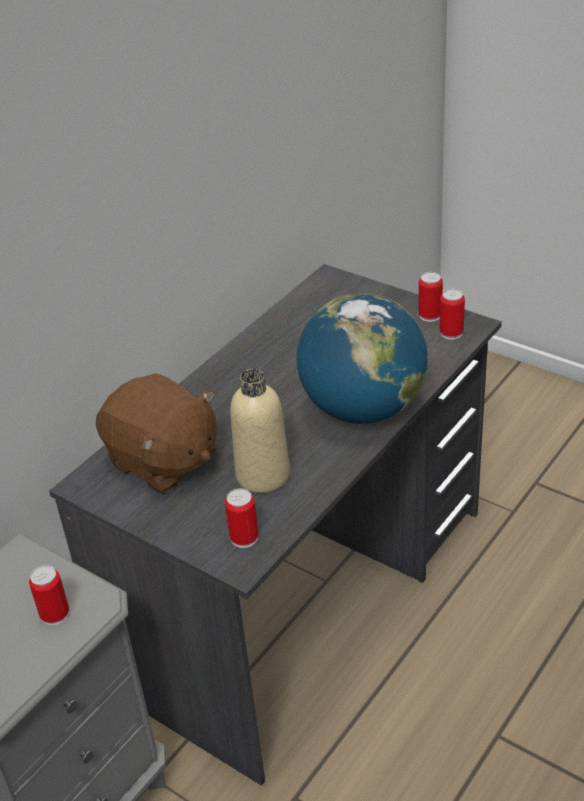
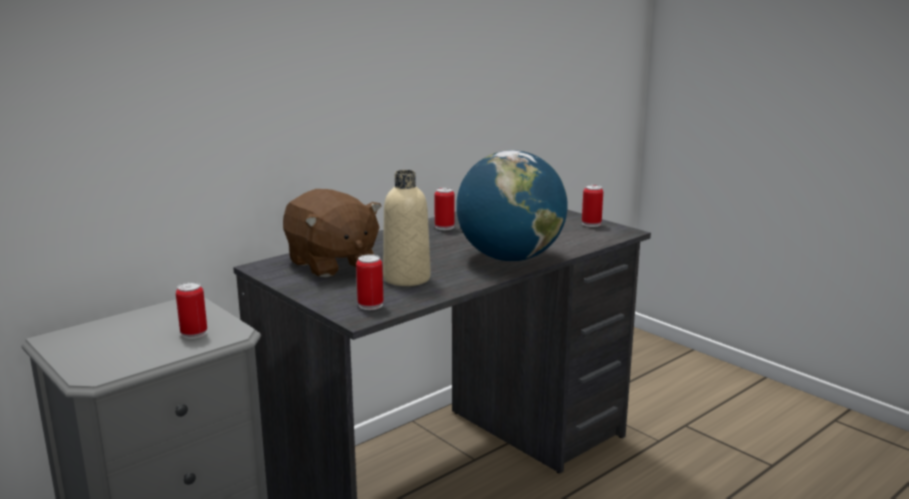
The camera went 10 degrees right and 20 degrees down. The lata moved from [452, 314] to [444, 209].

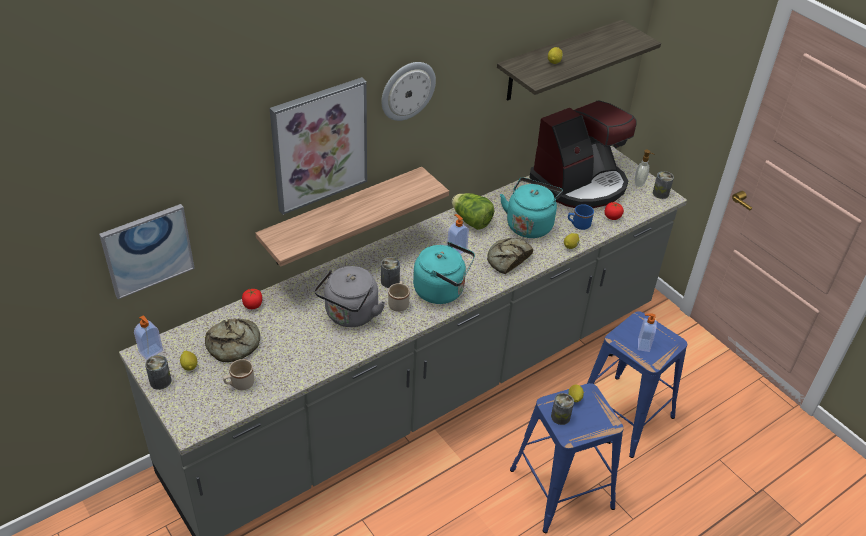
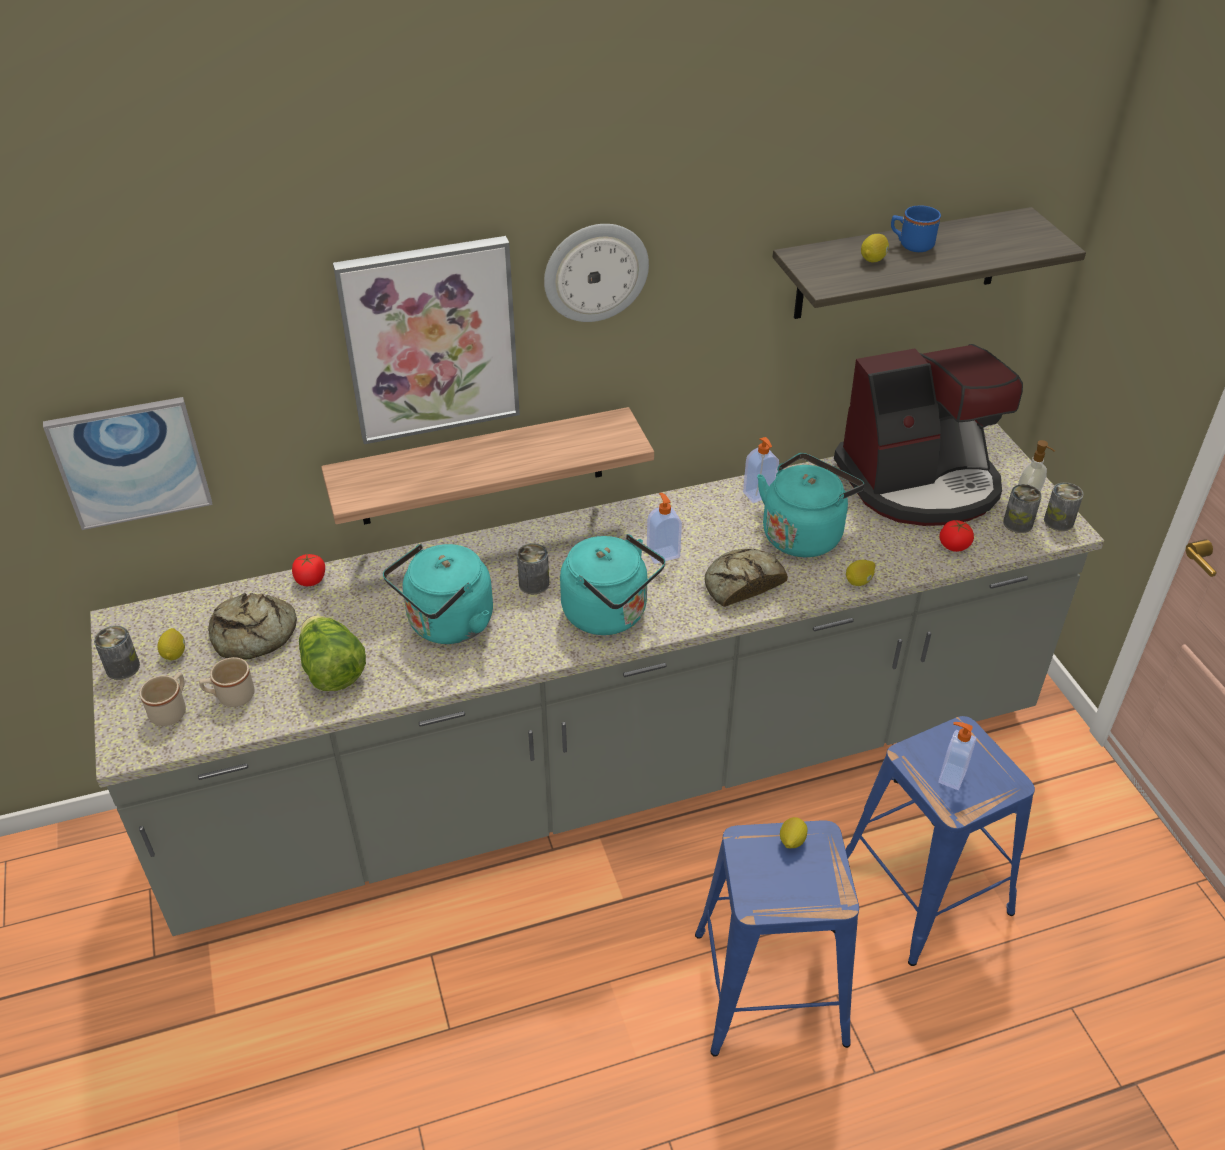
The camera went 20 degrees right and 0 degrees up. The dispensador de jabón moved from [148, 337] to [761, 470]. The taza grande [beis] moved from [399, 296] to [162, 699]. The lechuga moved from [473, 211] to [332, 653]. The lata moved from [562, 409] to [1022, 508]. The taza grande [azul] moved from [581, 217] to [916, 229]. The hervidor [gris] at [350, 296] became the hervidor [turquesa] at [438, 594].

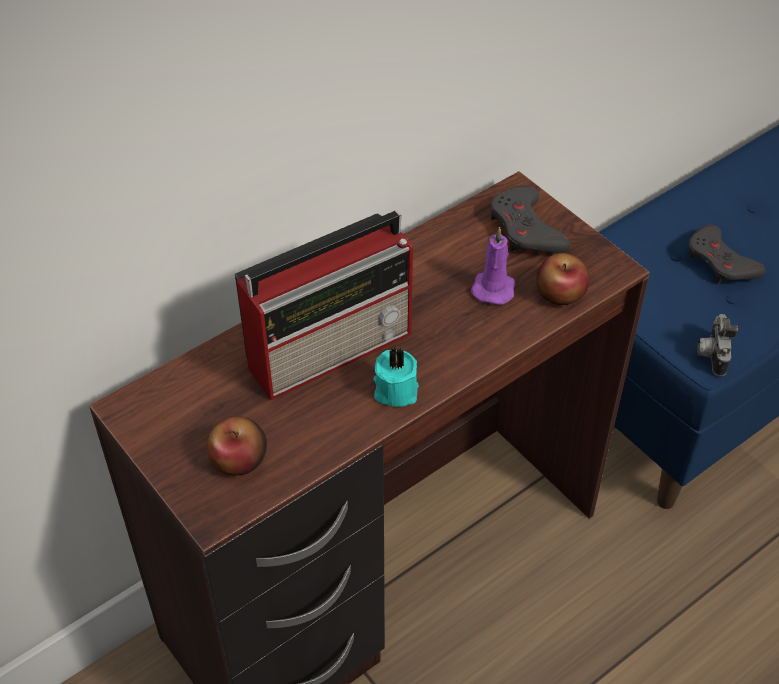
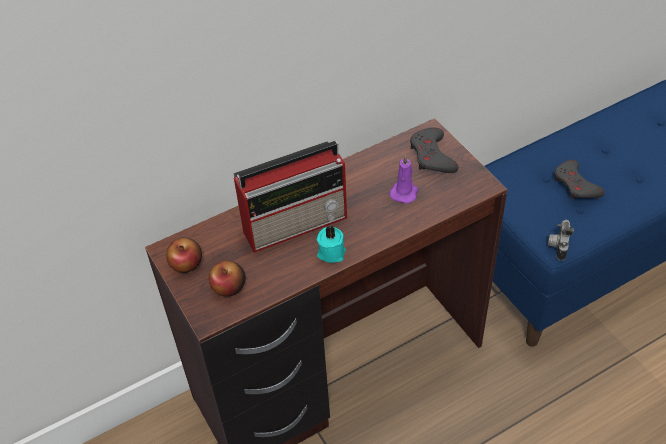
The camera went 10 degrees right and 0 degrees up. The manzana moved from [563, 279] to [184, 255].

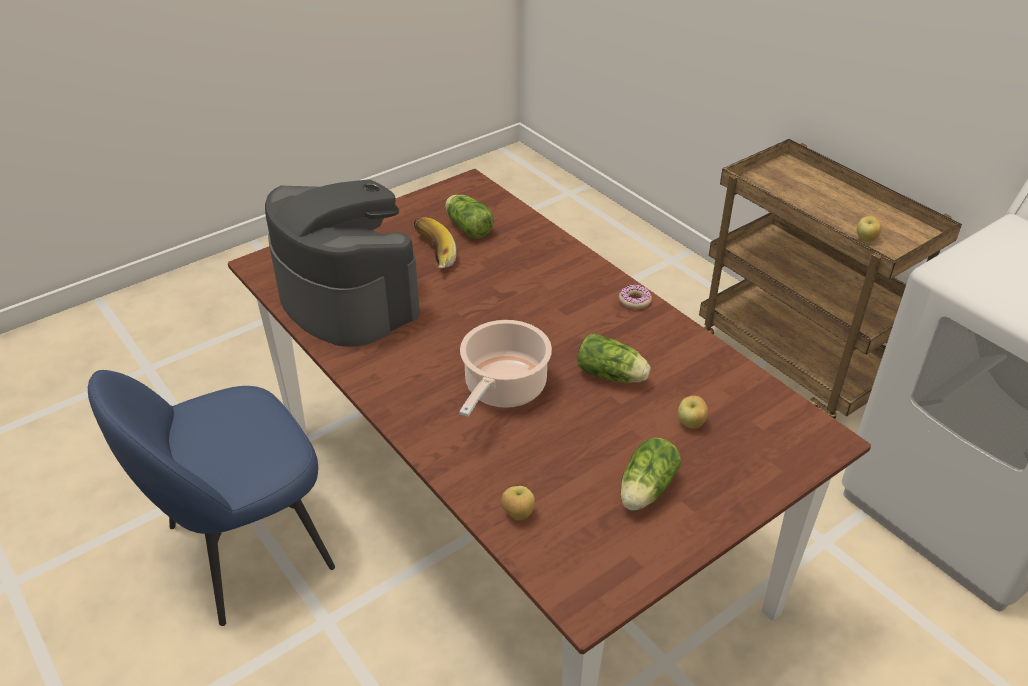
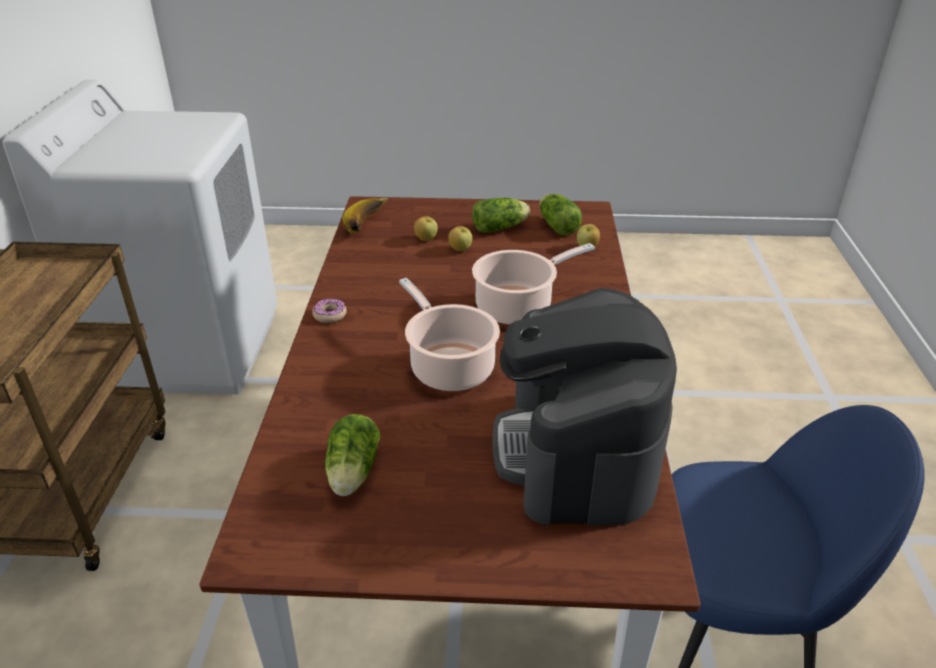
The camera went 140 degrees left and 5 degrees down. The olla at [449, 334] appeared. The plátano moved from [435, 243] to [365, 215]. The lechuga moved from [614, 358] to [561, 214]. The manzana moved from [869, 229] to [460, 238].

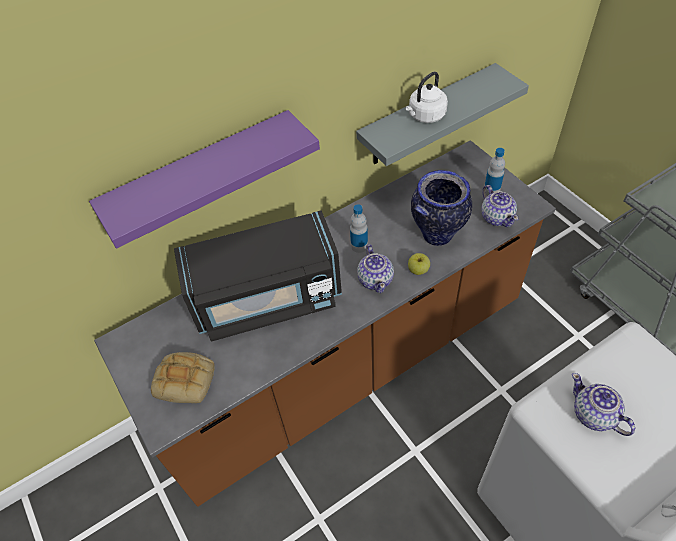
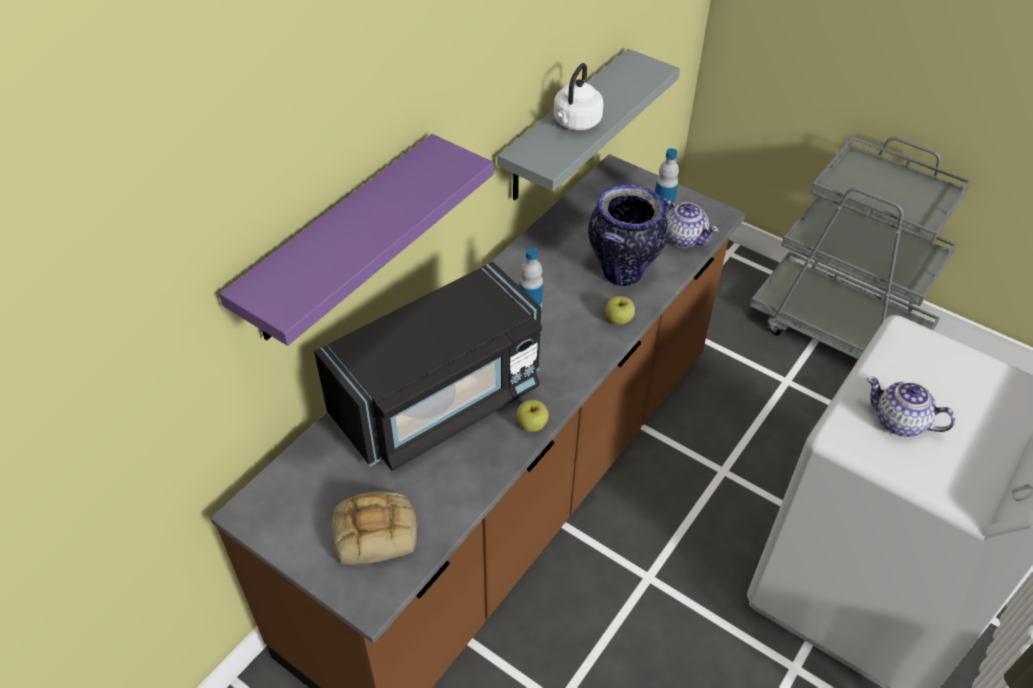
The camera went 25 degrees left and 5 degrees down. The tetera at [375, 268] disappeared. The manzana at [533, 416] appeared.

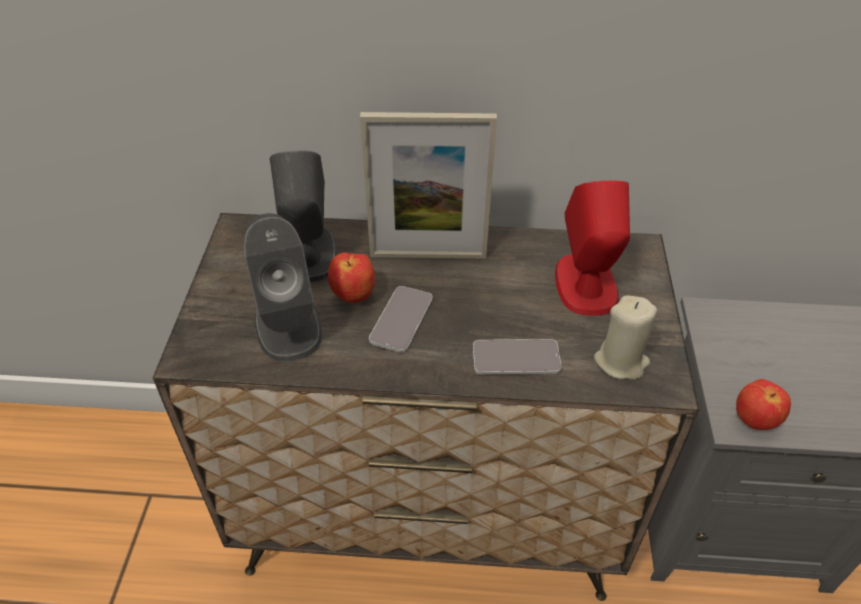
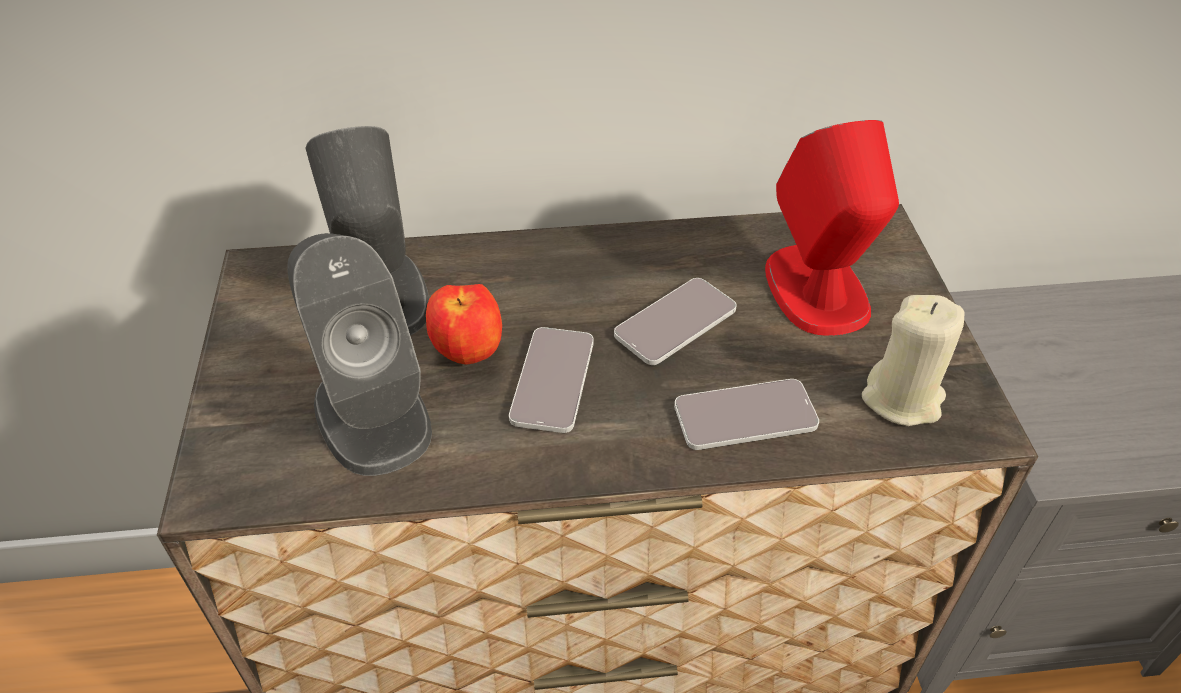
The camera went 10 degrees left and 0 degrees up. The portarretratos at [428, 185] disappeared. The manzana at [763, 404] disappeared. The móvil at [675, 321] appeared.

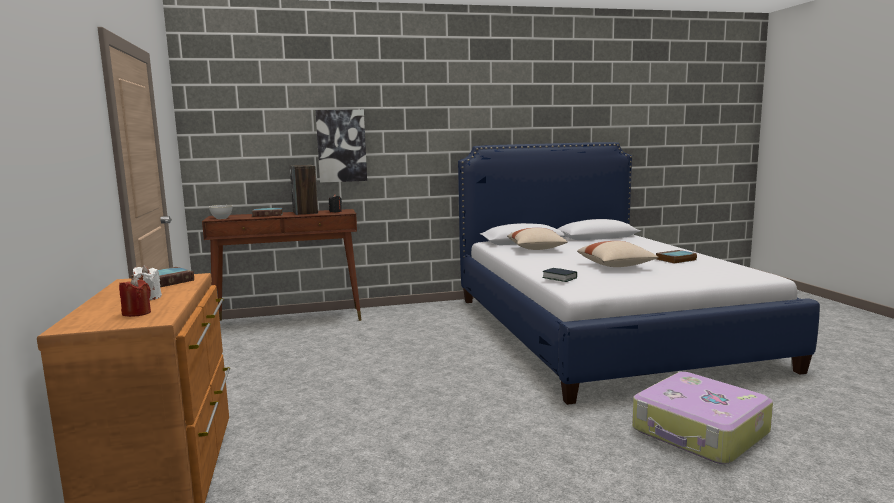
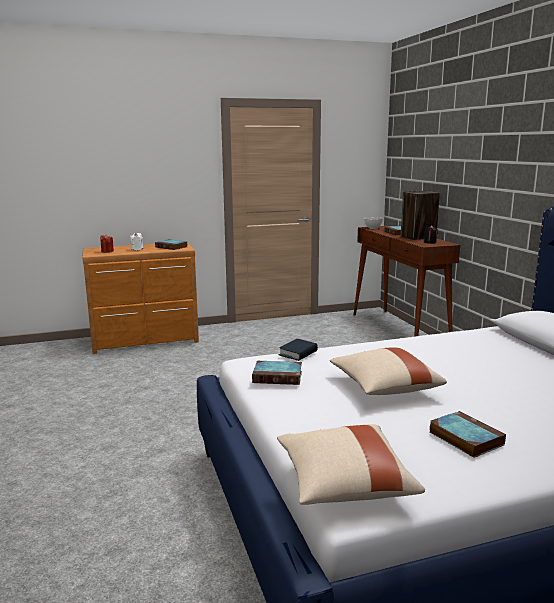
The camera went 85 degrees right and 5 degrees up. The cuadro at [341, 146] disappeared. The maleta at [703, 418] disappeared. The libro at [277, 373] appeared. The cojín [beis] moved from [537, 239] to [351, 464].

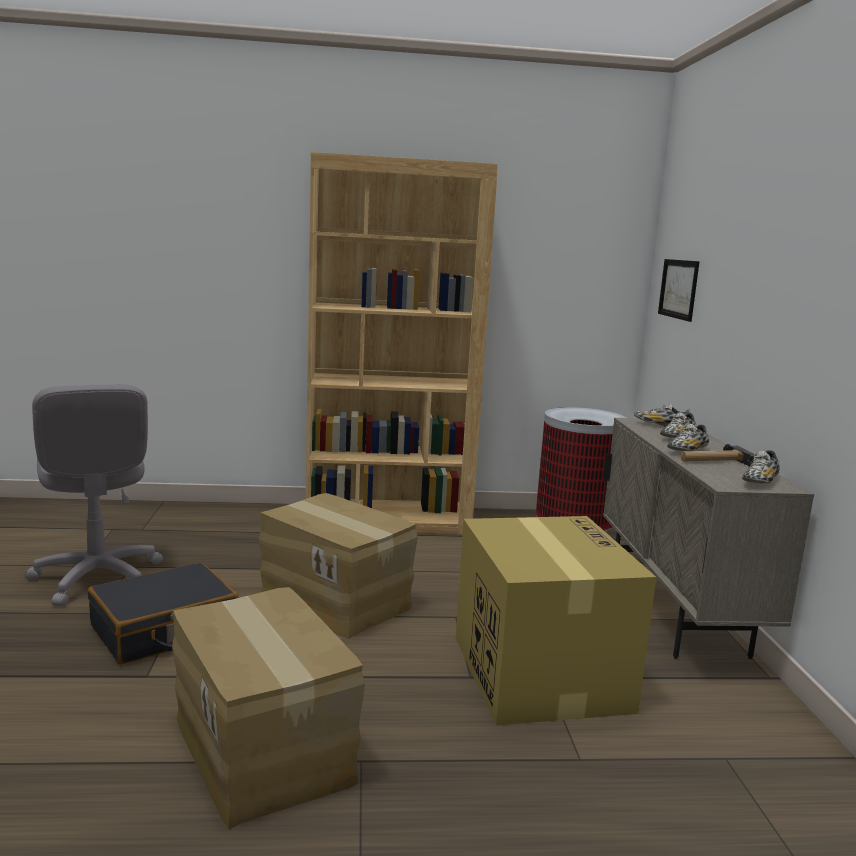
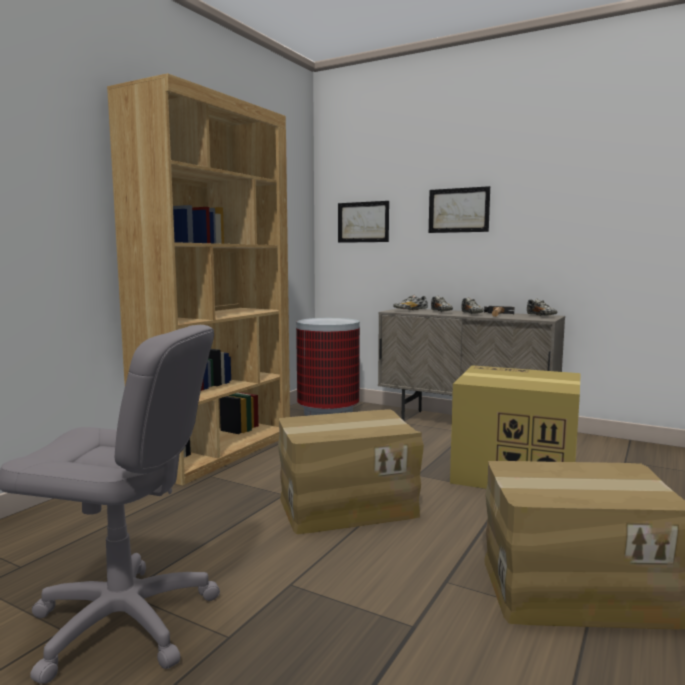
The camera went 55 degrees left and 5 degrees down. The maleta [negro] at [163, 613] disappeared. The cuadro at [459, 209] appeared.

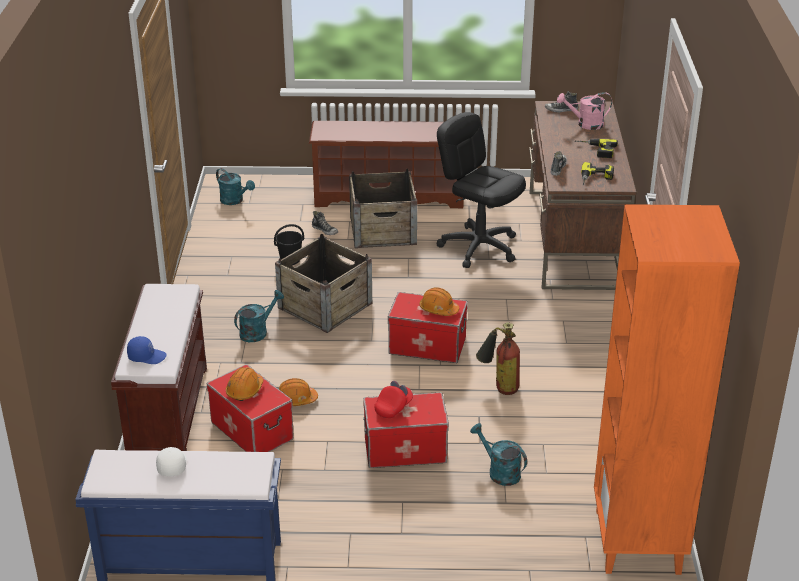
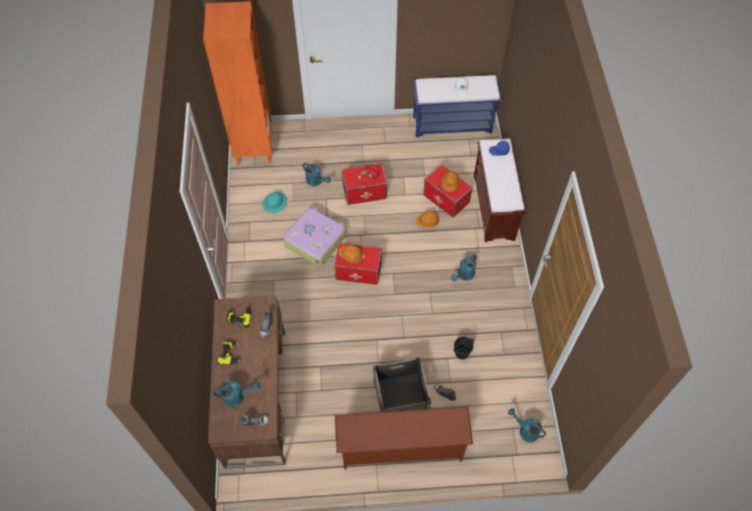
The camera went 175 degrees right and 25 degrees up. The caja de embalaje at [323, 283] disappeared. The silla de oficina [negro] at [481, 190] disappeared. The casco [turquesa] at [274, 202] appeared. The extintor at [498, 358] was replaced by the maleta at [314, 236]. The regadera [rosa] at [584, 111] became the regadera [turquesa] at [236, 393].

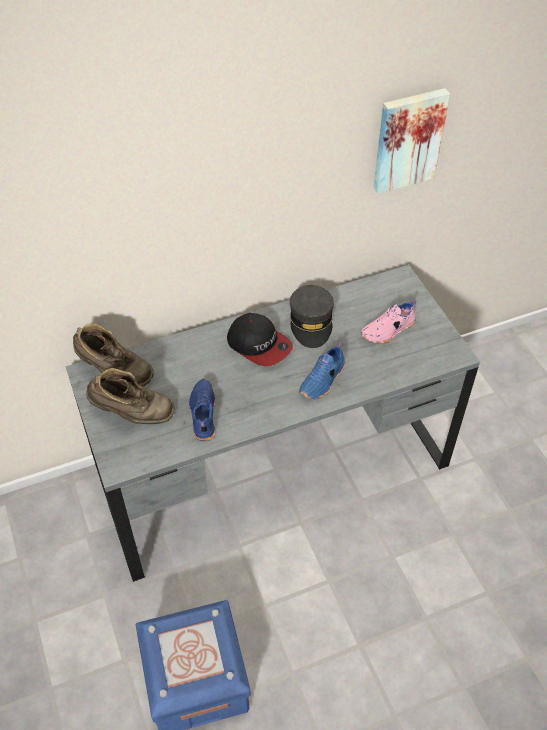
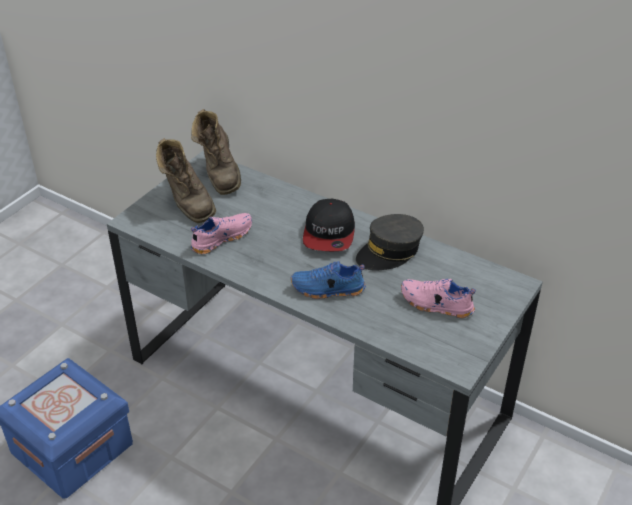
The camera went 55 degrees right and 10 degrees down. The cuadro at [412, 141] disappeared. The zapato [azul] at [202, 410] became the zapato [rosa] at [221, 233].

